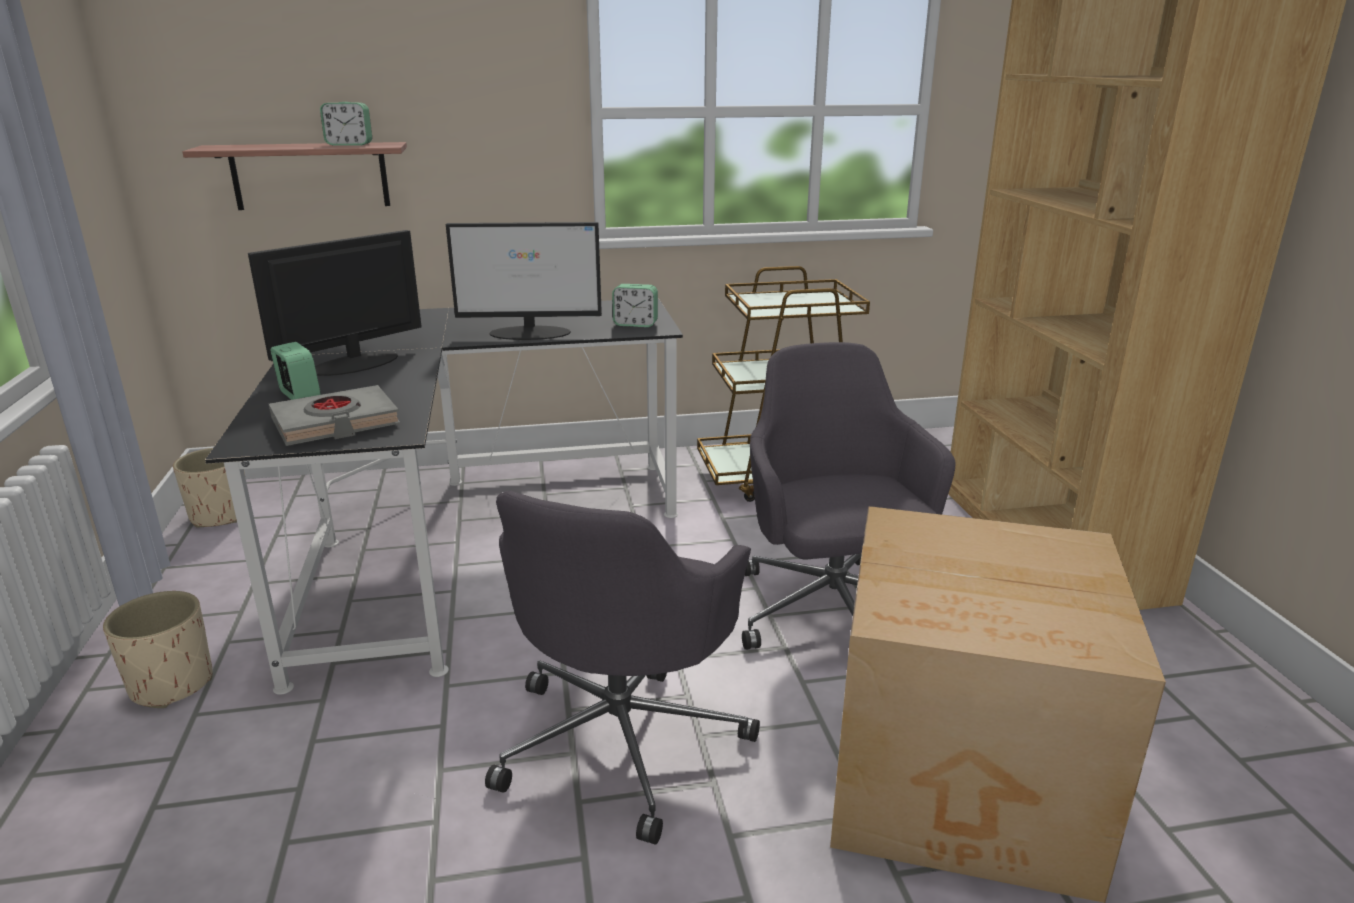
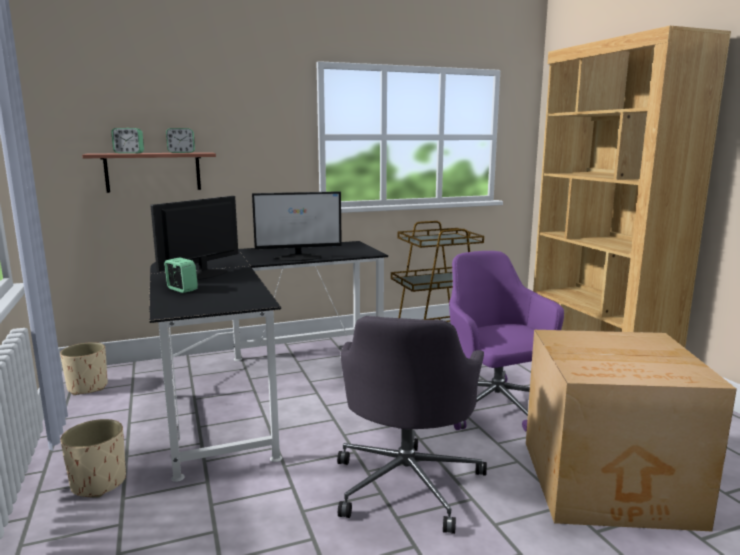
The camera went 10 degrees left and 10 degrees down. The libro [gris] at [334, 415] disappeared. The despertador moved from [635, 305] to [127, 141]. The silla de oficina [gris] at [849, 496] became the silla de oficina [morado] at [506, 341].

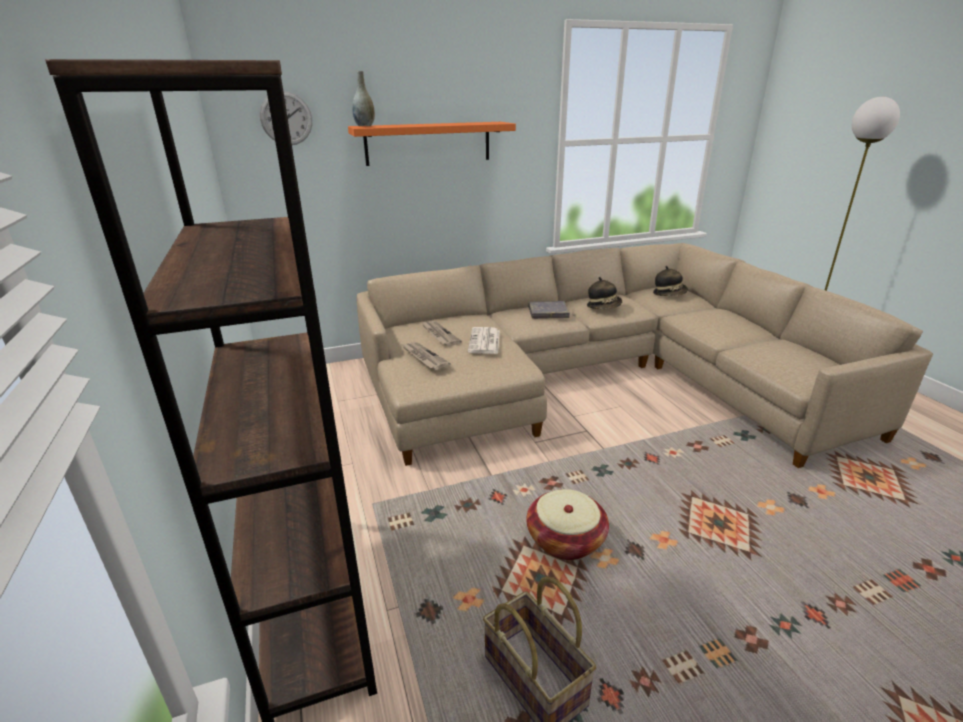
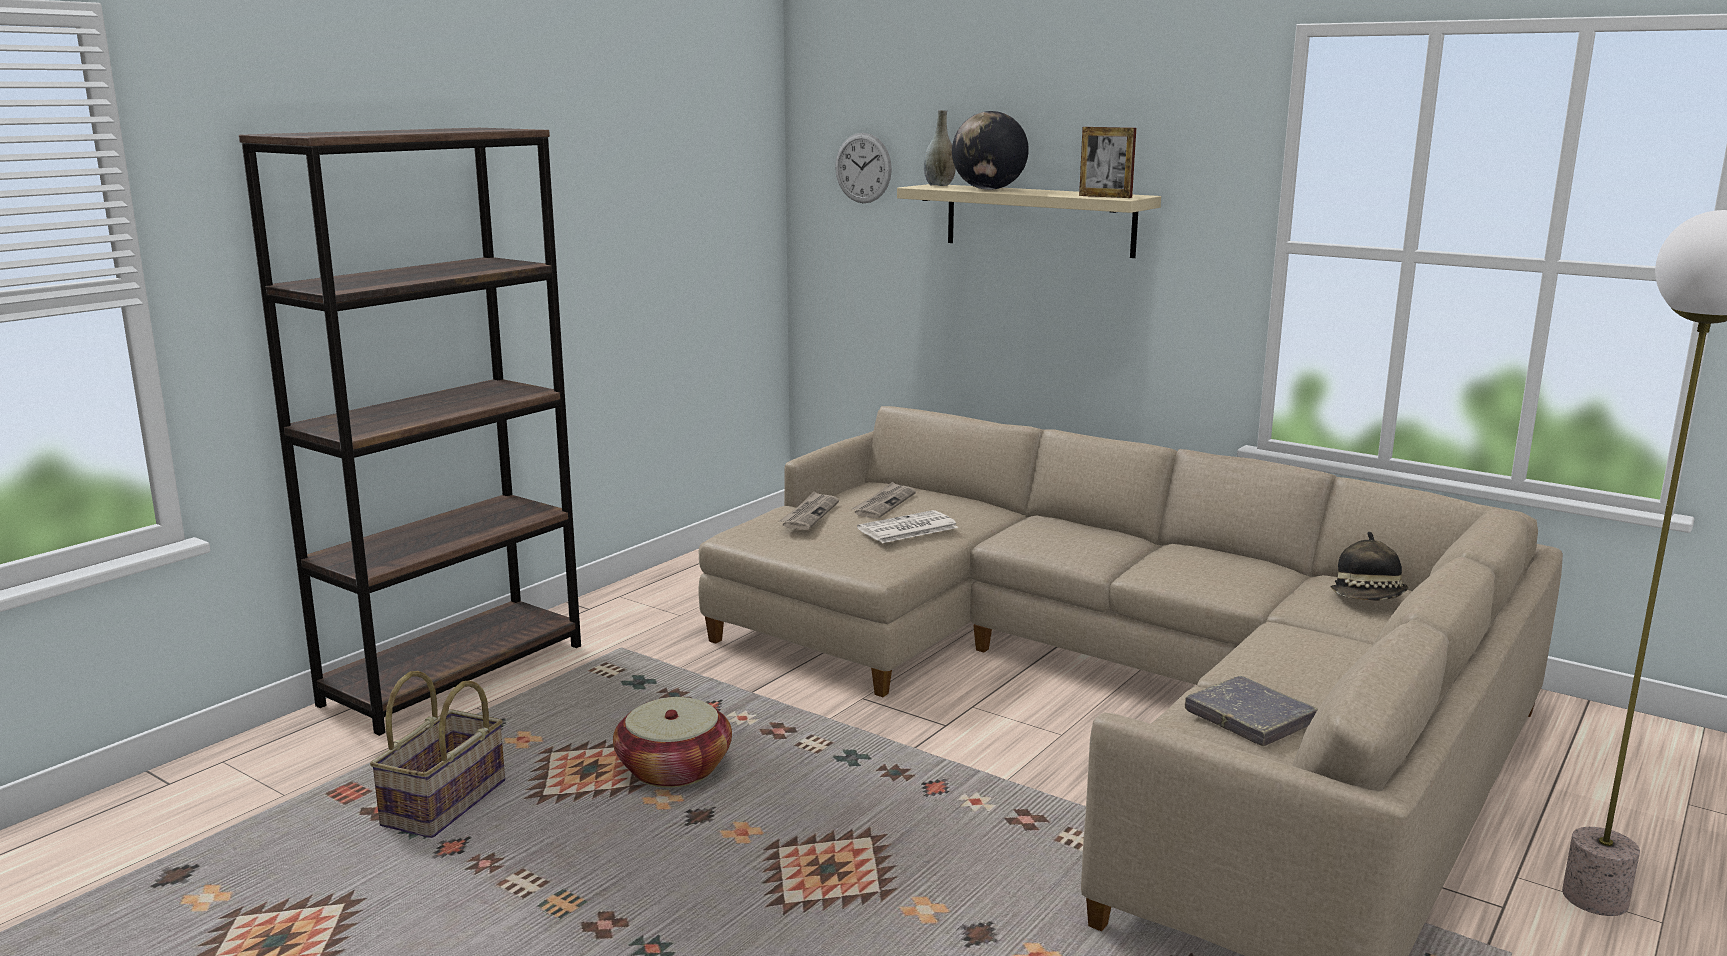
The camera went 55 degrees right and 10 degrees down. The sombrero at [604, 293] disappeared. The globo terráqueo at [990, 150] appeared. The portarretratos at [1107, 162] appeared. The libro [gris] moved from [549, 310] to [1251, 711]. The estante [naranja] at [432, 144] became the estante [beis] at [1029, 221].

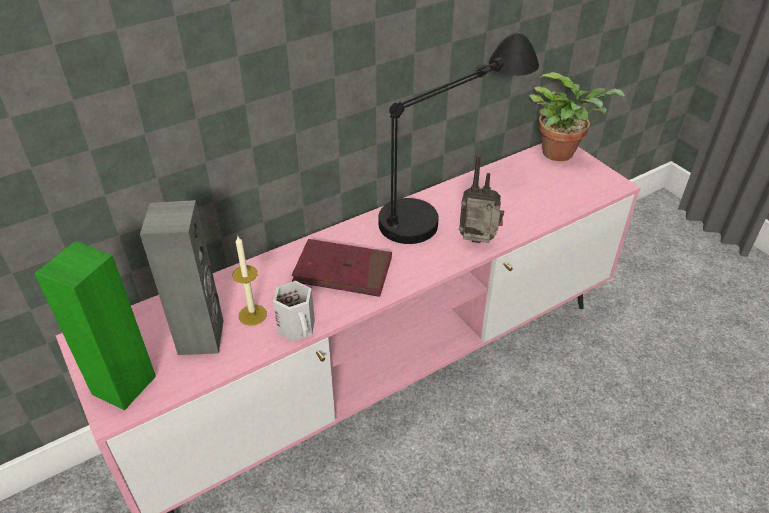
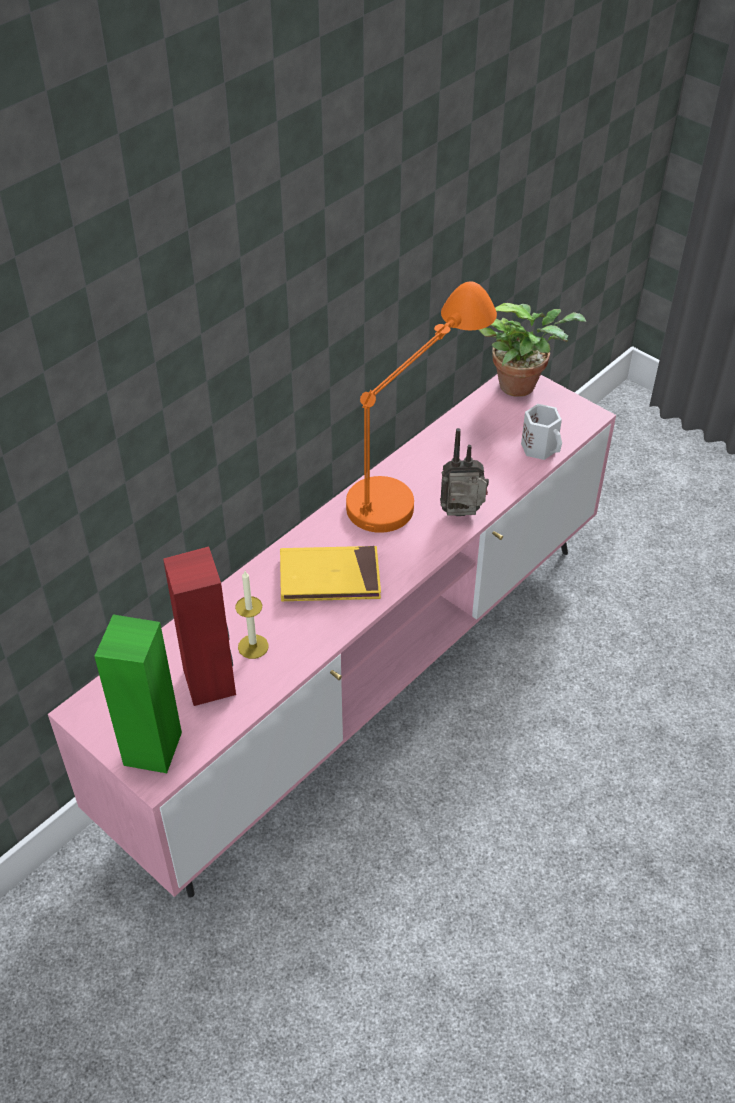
The camera went 15 degrees left and 5 degrees up. The taza grande [blanco] moved from [294, 311] to [541, 432]. The altavoz [gris] at [182, 277] became the altavoz [rojo] at [199, 626]. The libro [rojo] at [342, 268] became the libro [amarillo] at [330, 573]. The lámpara de mesa [negro] at [458, 138] became the lámpara de mesa [naranja] at [421, 407].

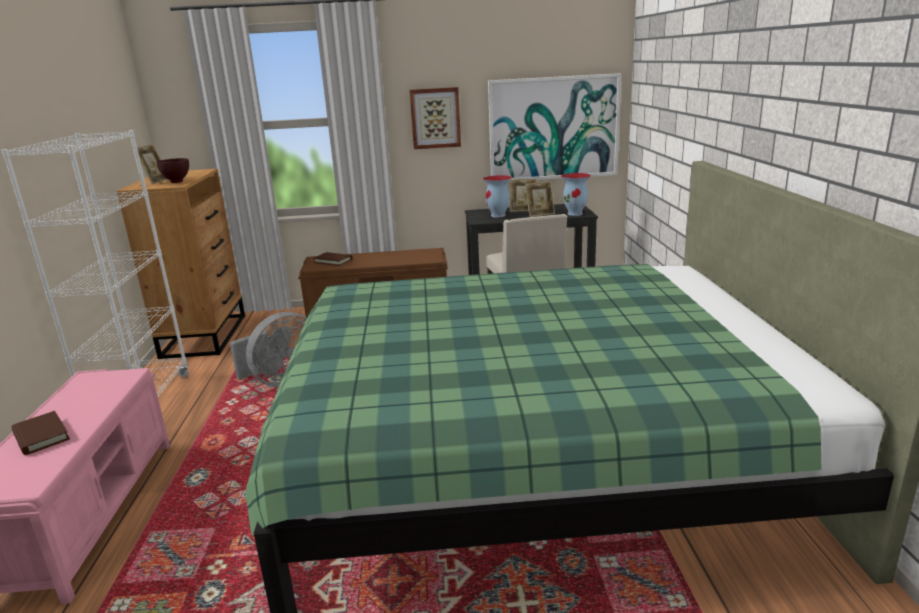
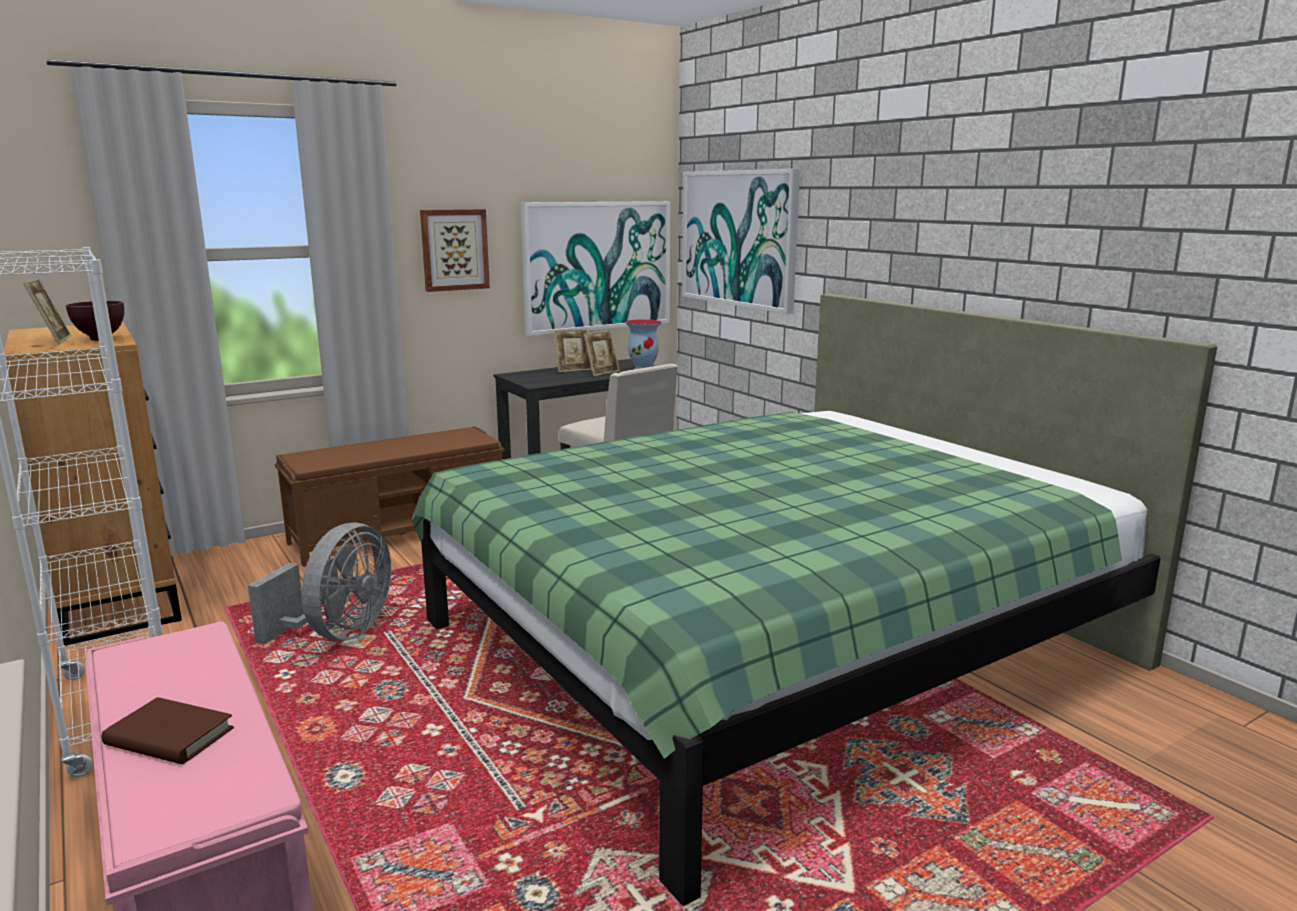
The camera went 30 degrees left and 5 degrees down. The libro [marrón] at [332, 259] disappeared. The florero at [497, 196] disappeared. The cuadro at [741, 241] appeared.

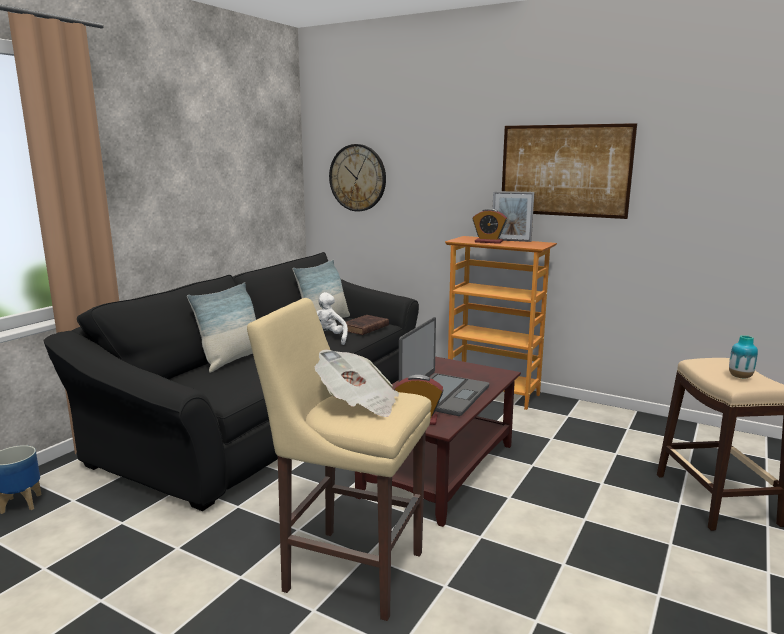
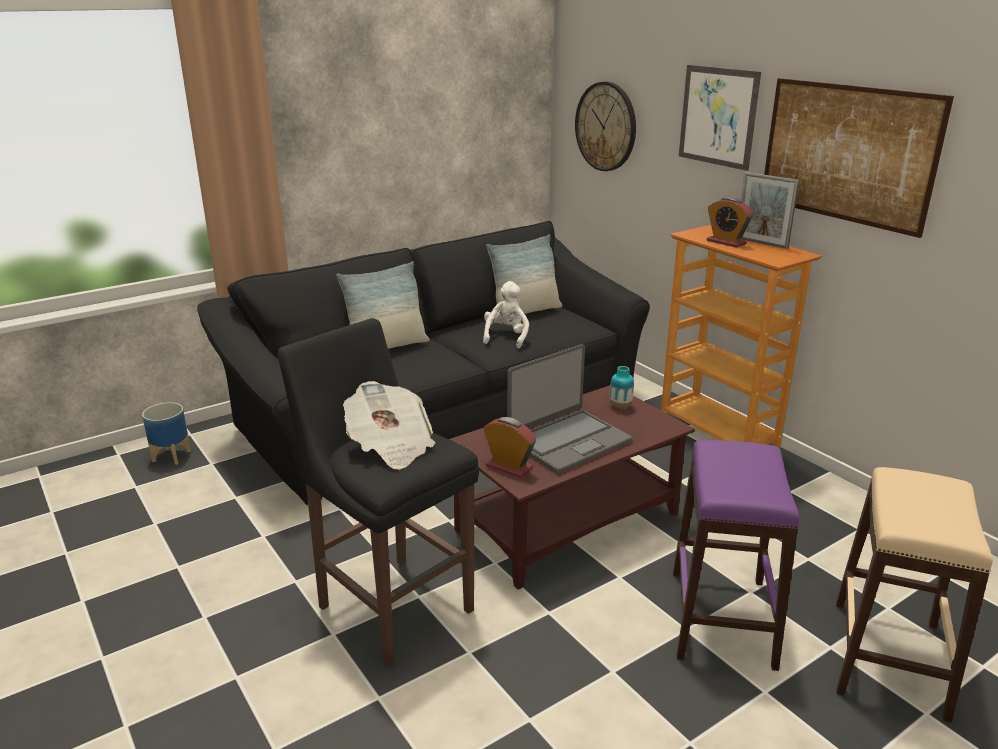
The camera went 25 degrees right and 10 degrees up. The libro [marrón] at [365, 325] disappeared. The taburete [morado] at [736, 555] appeared. The cuadro at [720, 118] appeared. The florero moved from [743, 356] to [622, 387]. The taburete [beis] at [339, 459] became the taburete [negro] at [378, 492].

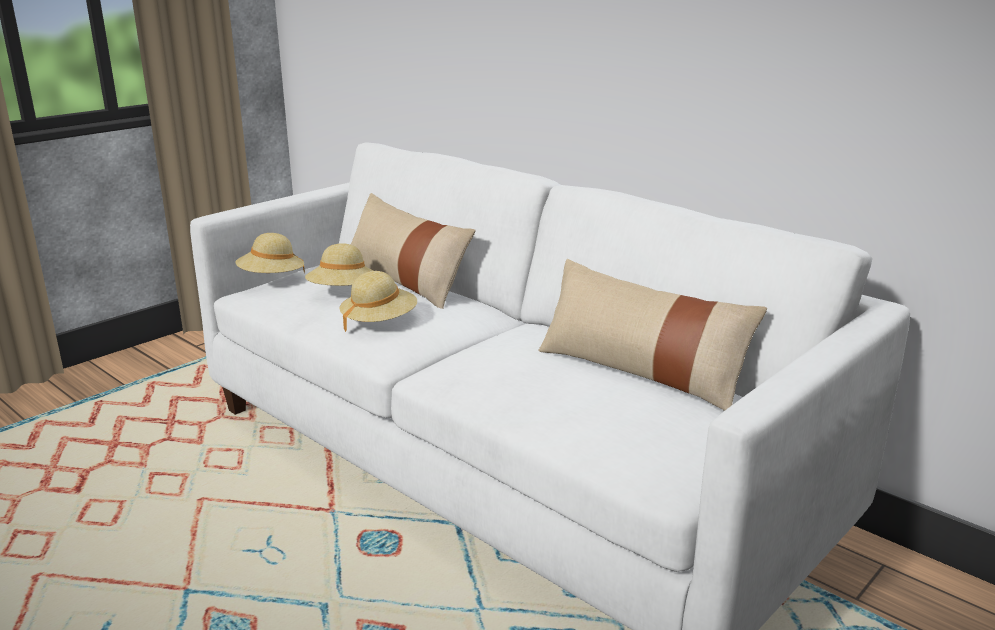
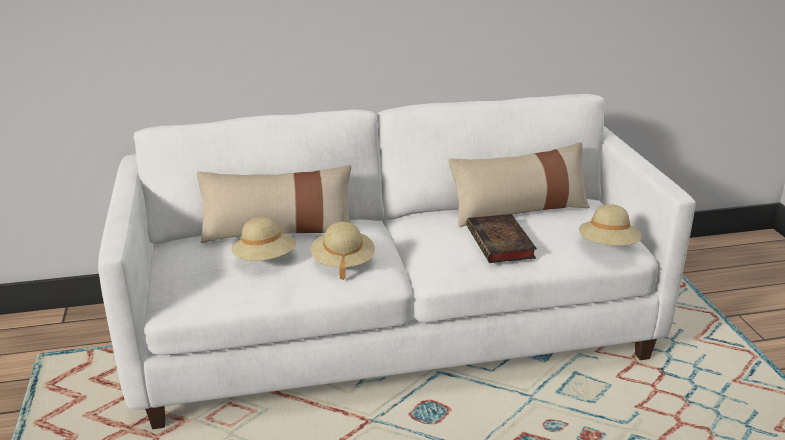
The camera went 55 degrees left and 5 degrees up. The libro at [501, 238] appeared. The sombrero [beis] moved from [270, 253] to [610, 224].

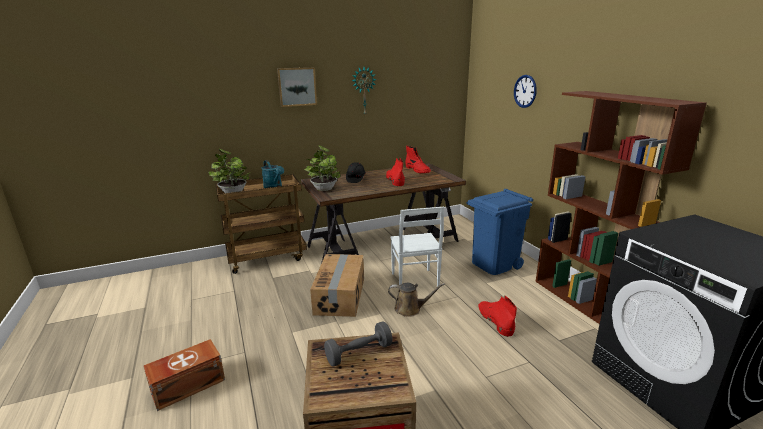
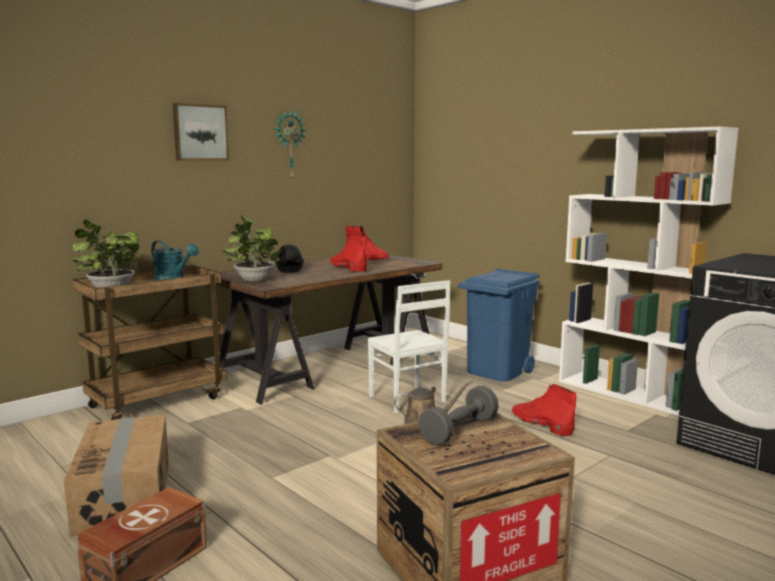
The camera went 20 degrees left and 10 degrees down. The reloj de pared at [525, 91] disappeared. The caja de cartón moved from [337, 285] to [116, 476]. The estantería [marrón] at [621, 207] became the estantería [blanco] at [649, 271].

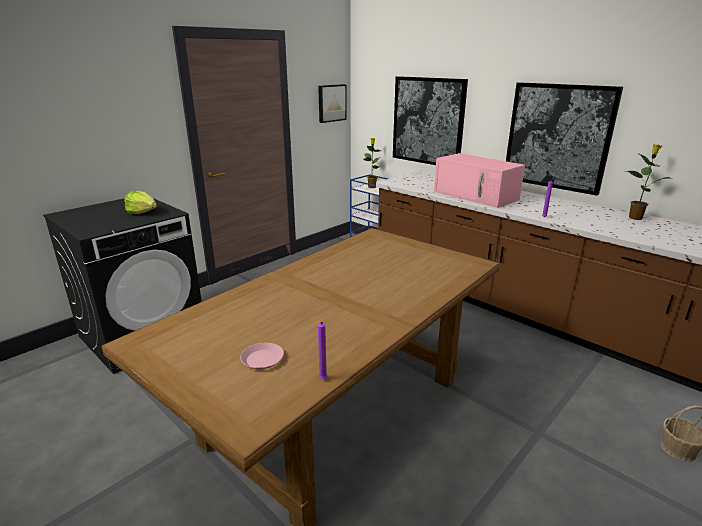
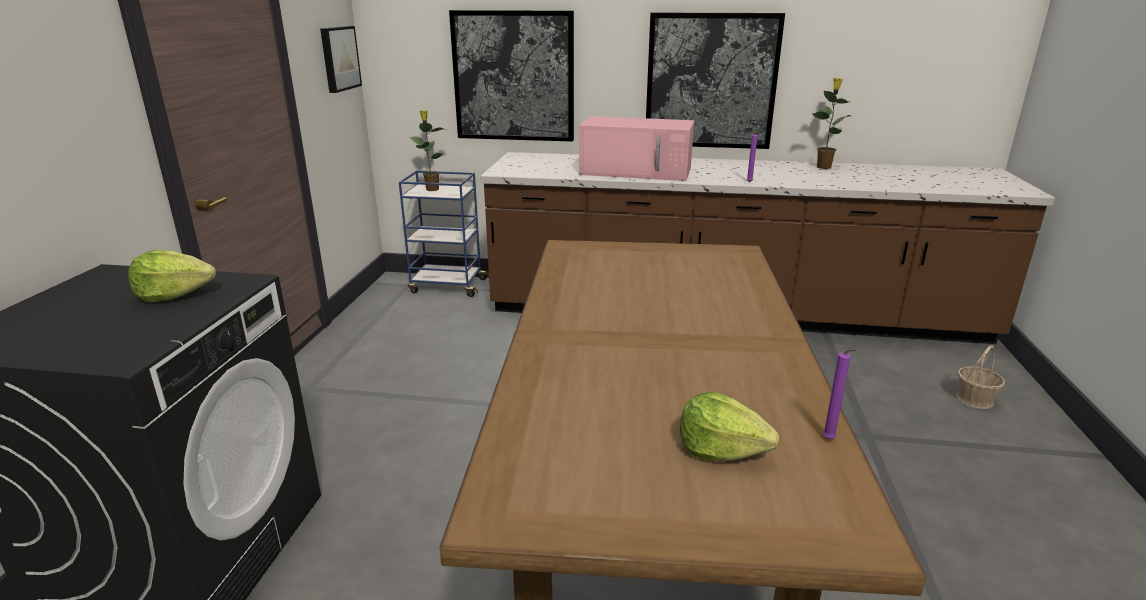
The camera went 35 degrees left and 0 degrees up. The plato [rosa] at [262, 356] was replaced by the lechuga at [729, 426].

